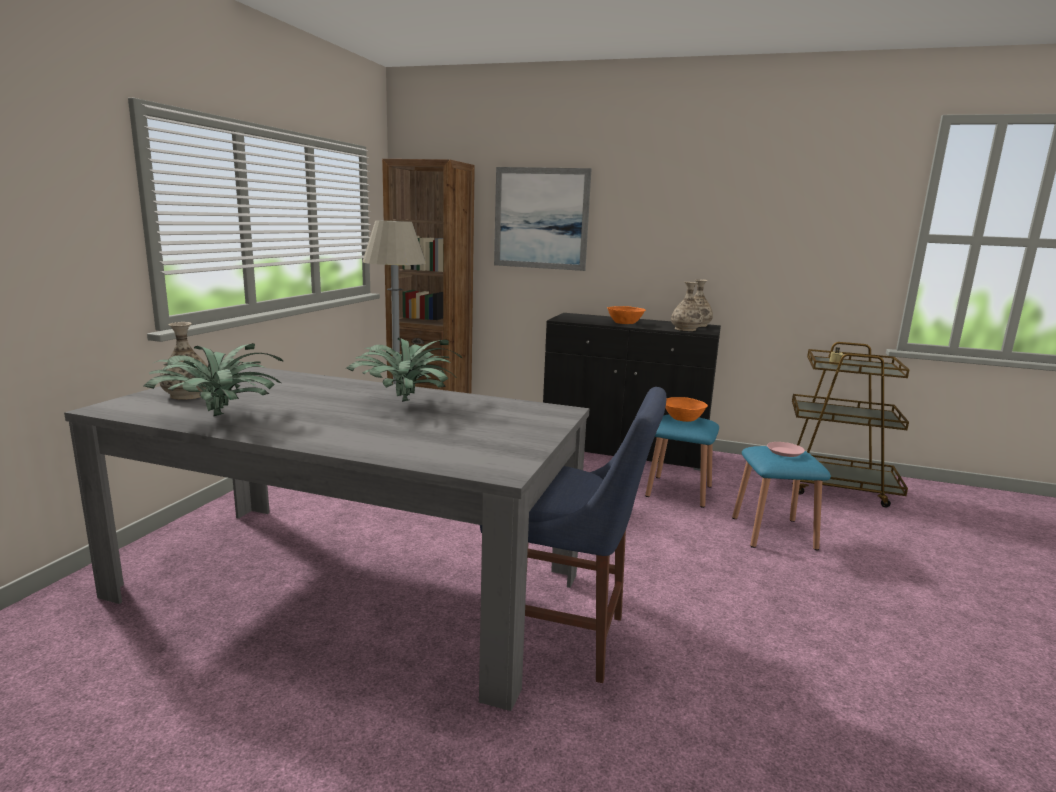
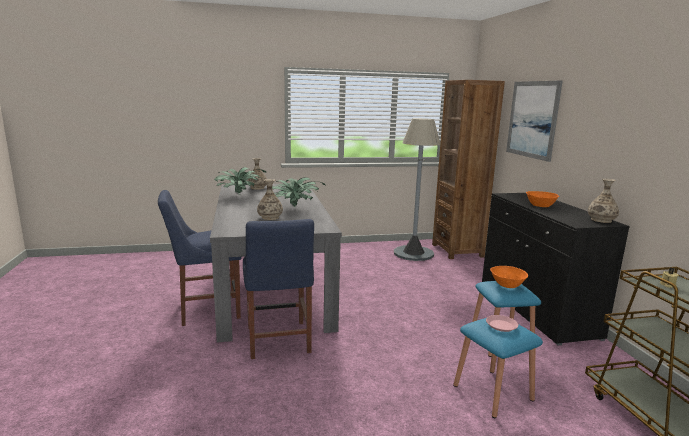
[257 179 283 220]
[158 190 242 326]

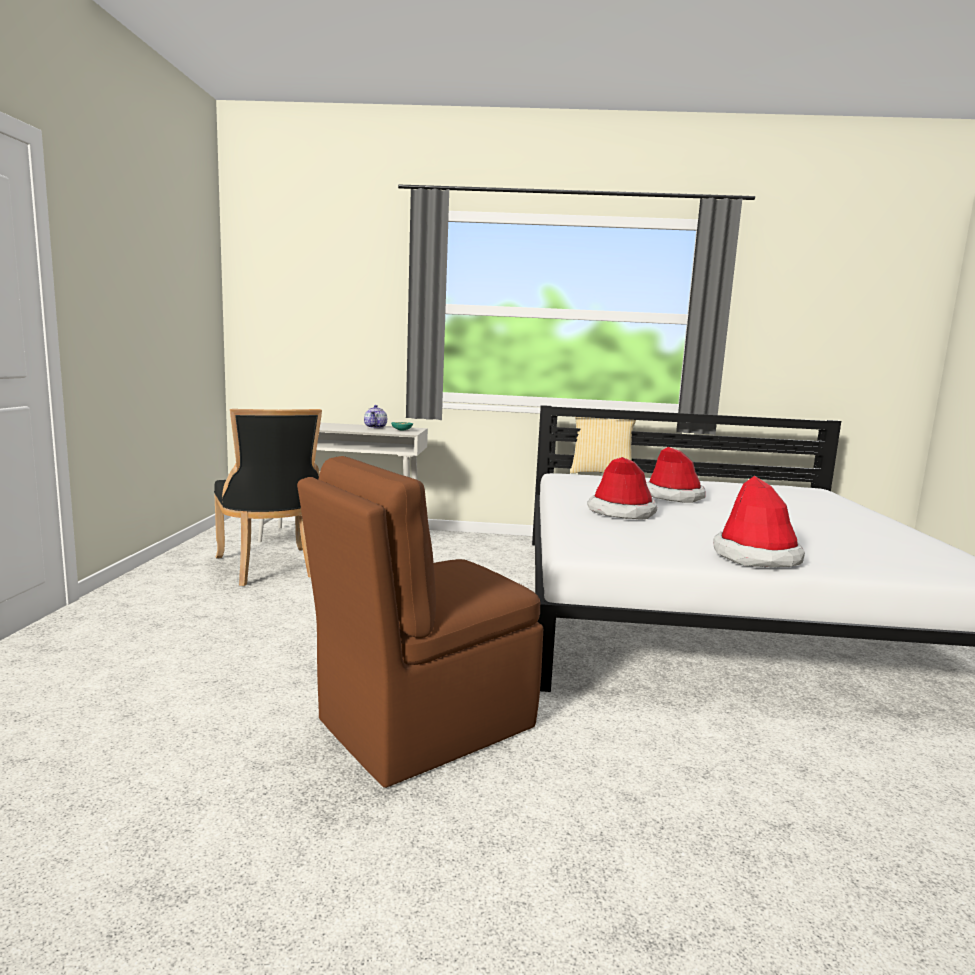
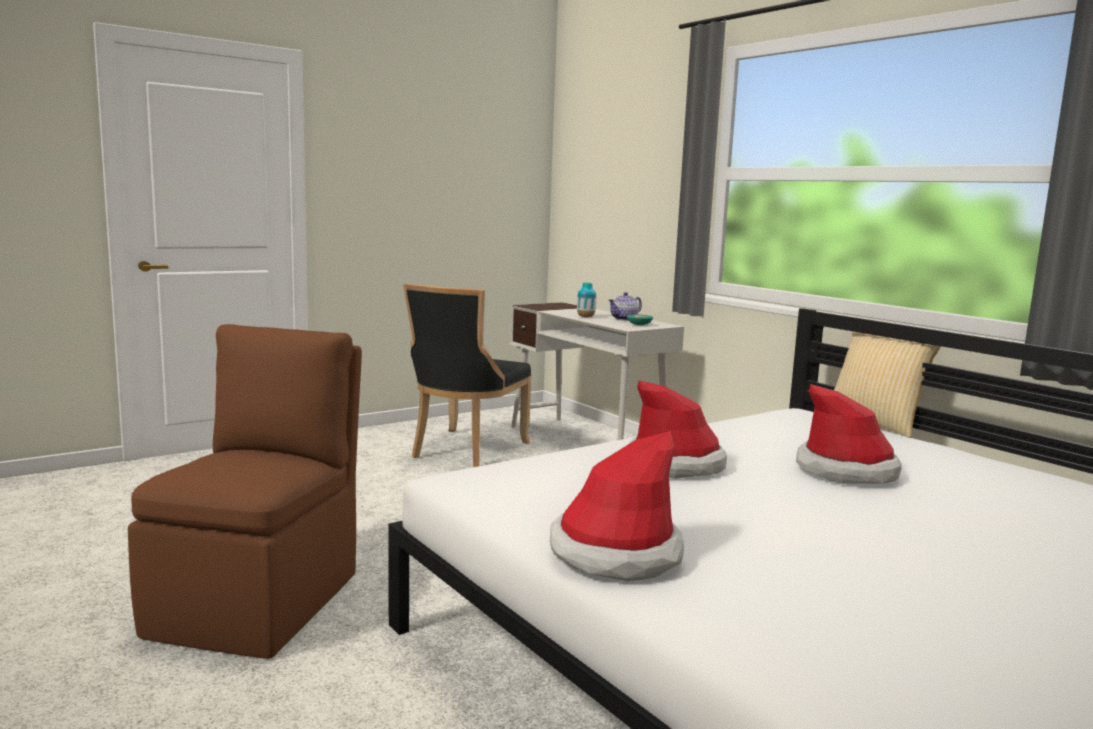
[128 324 362 659]
[577 282 596 317]

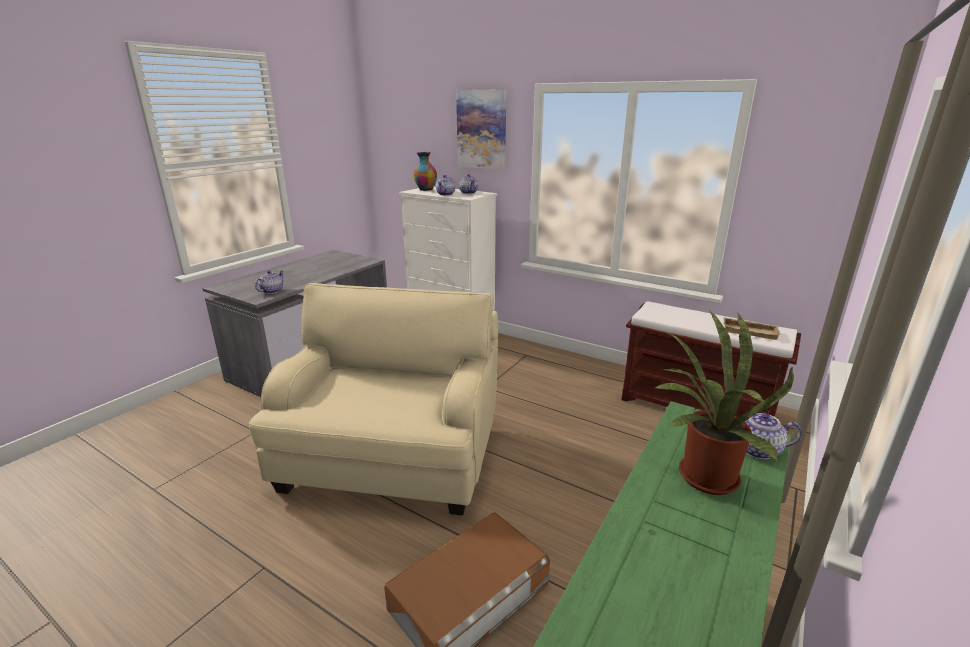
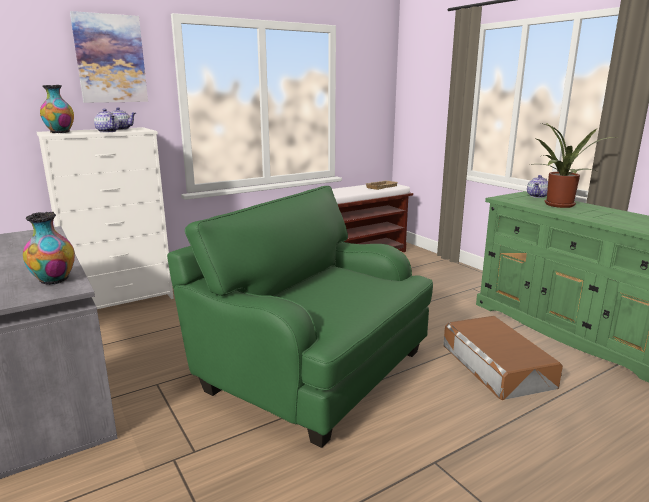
[167 186 433 448]
[23 212 75 285]

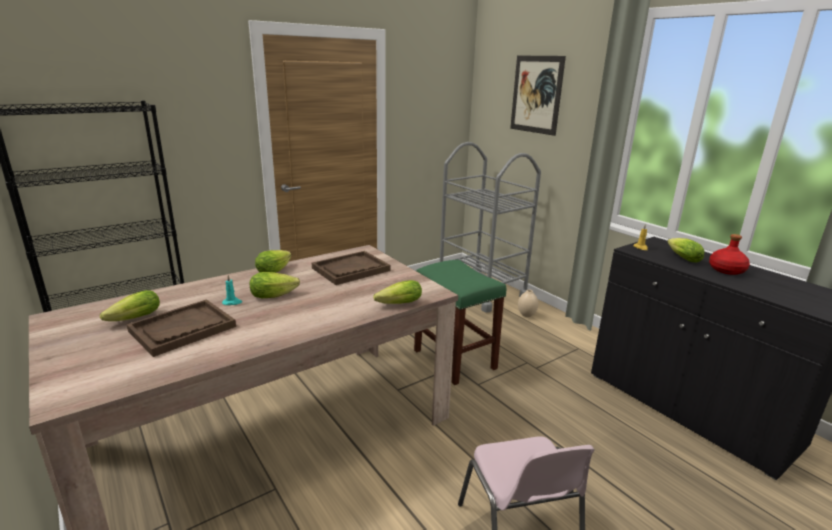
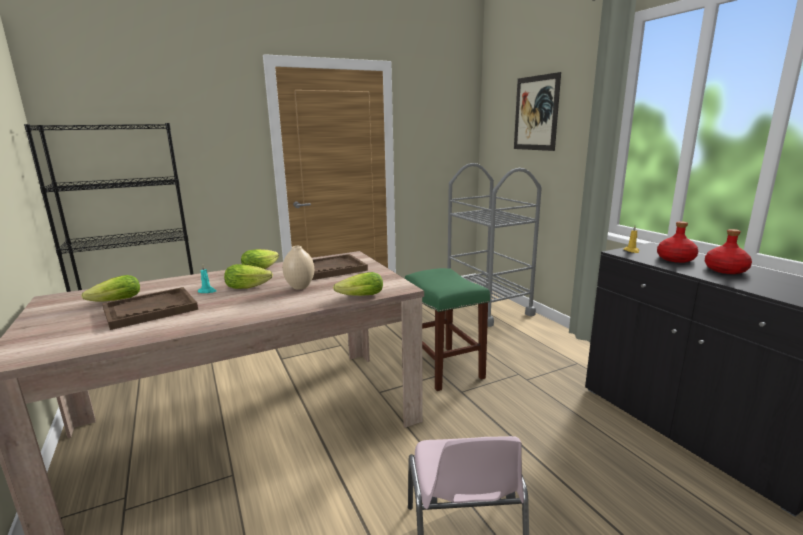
[283 246 314 289]
[657 221 698 263]

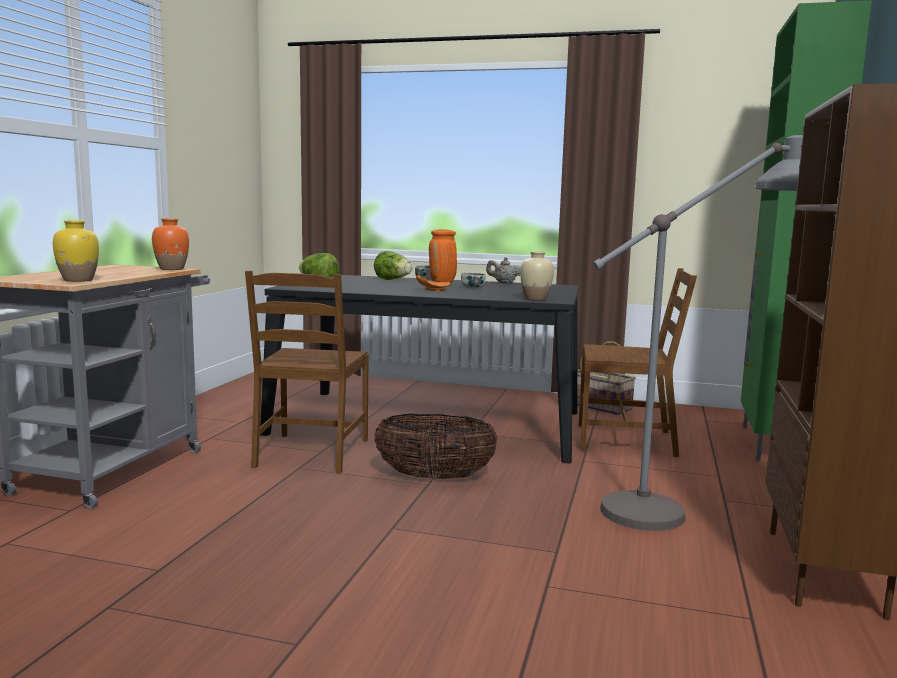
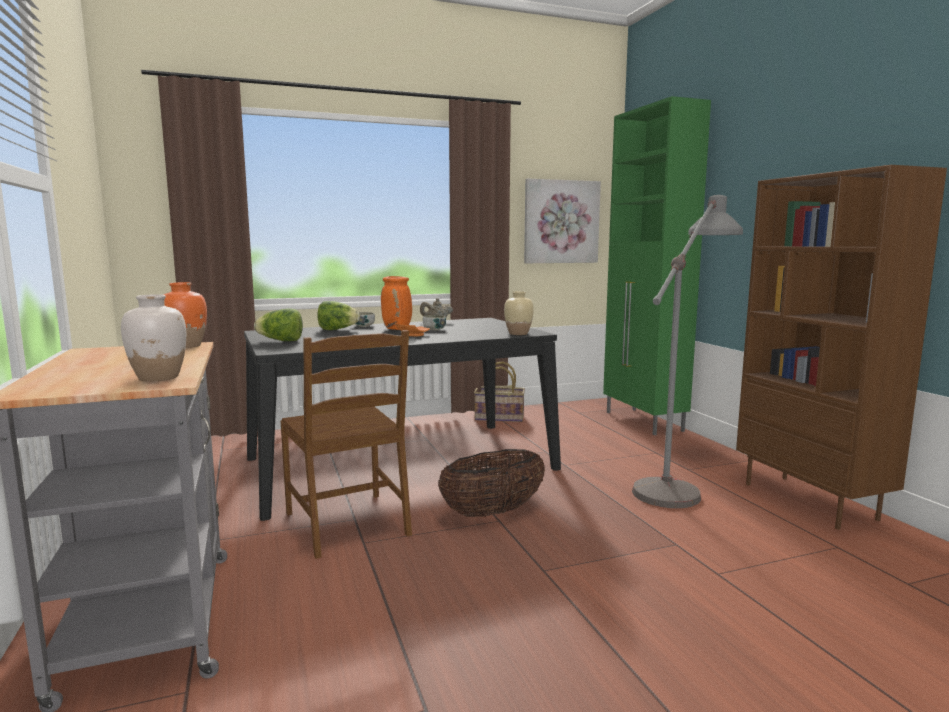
[121 294 186 382]
[579 268 697 457] (first image)
[524 179 601 263]

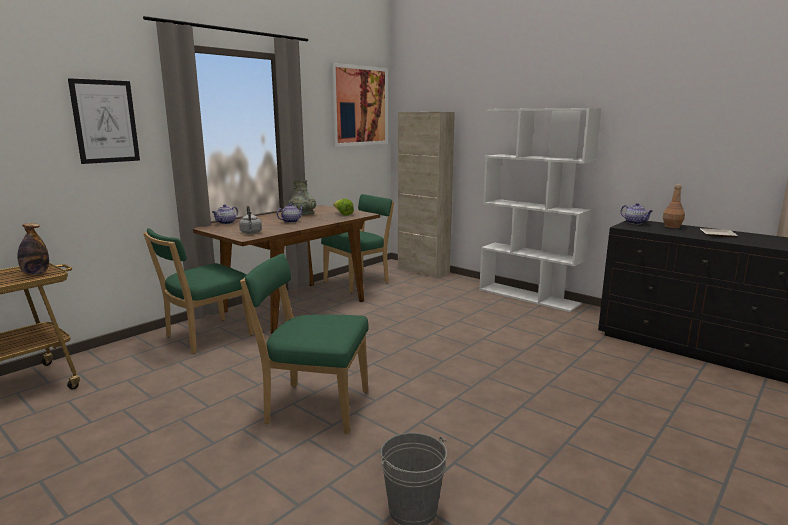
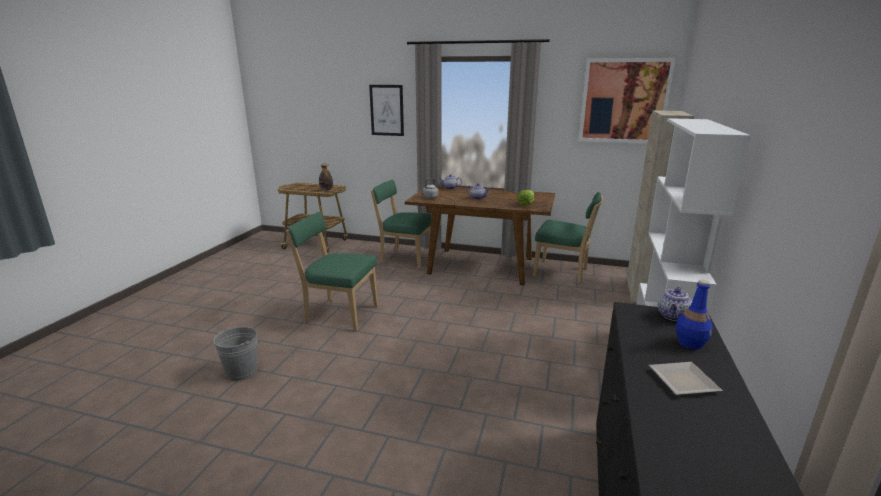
[286 212 378 331]
[288 180 316 215] (first image)
[675 280 713 350]

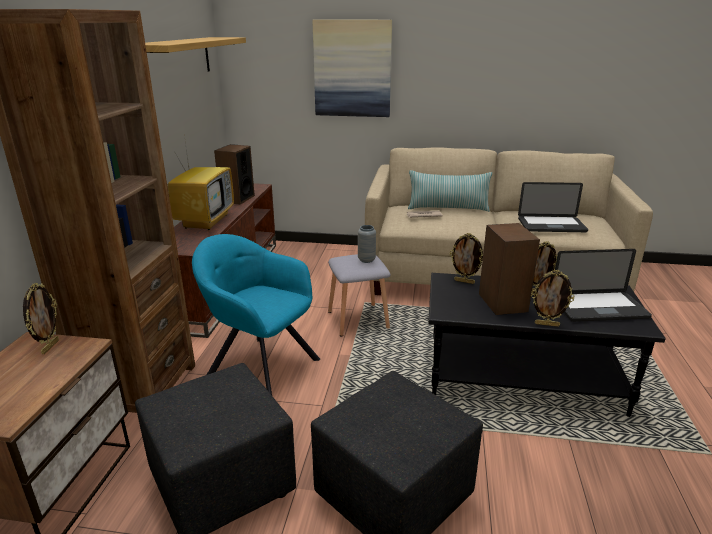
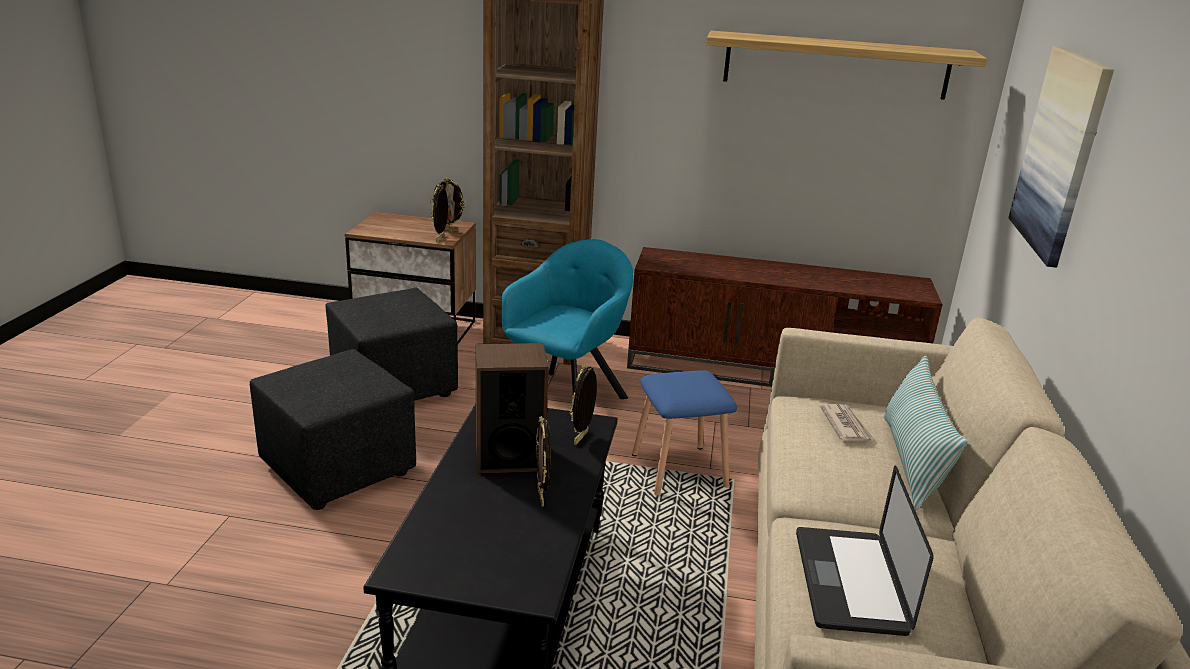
[167 142 234 230] (first image)
[214 144 255 205] (first image)
[632 370 737 496]
[358 225 376 263] (first image)
[431 184 448 242]
[555 249 652 322] (first image)

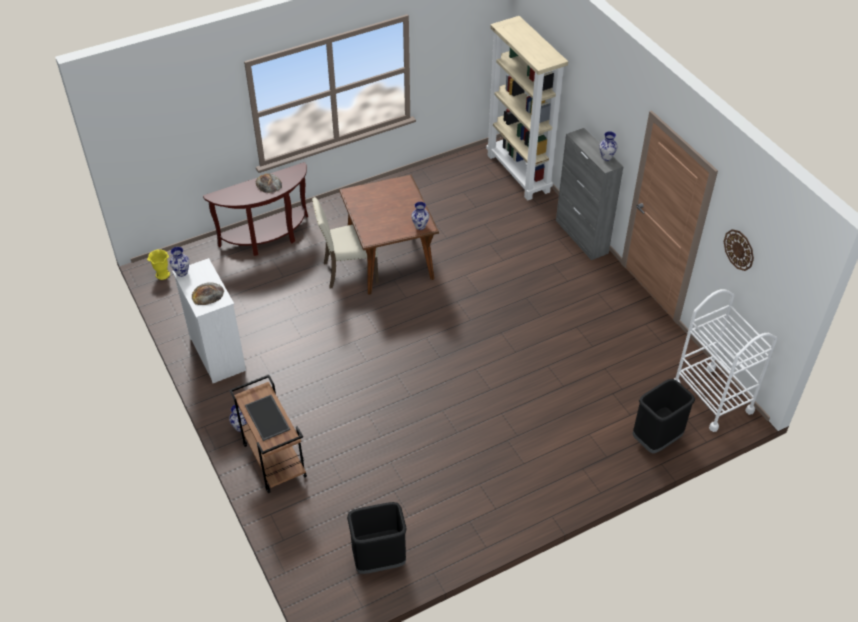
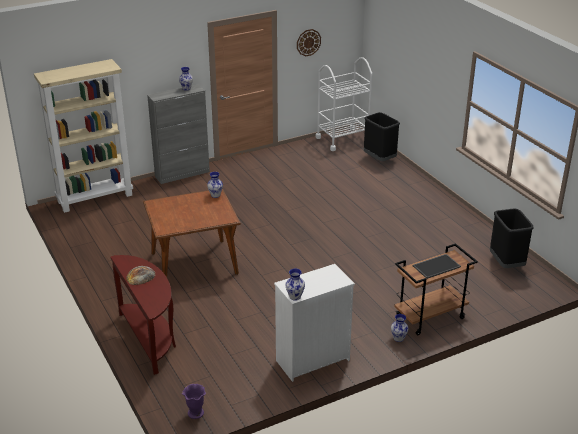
[182 384 206 419]
[192 282 224 305] (first image)
[312 197 379 288] (first image)

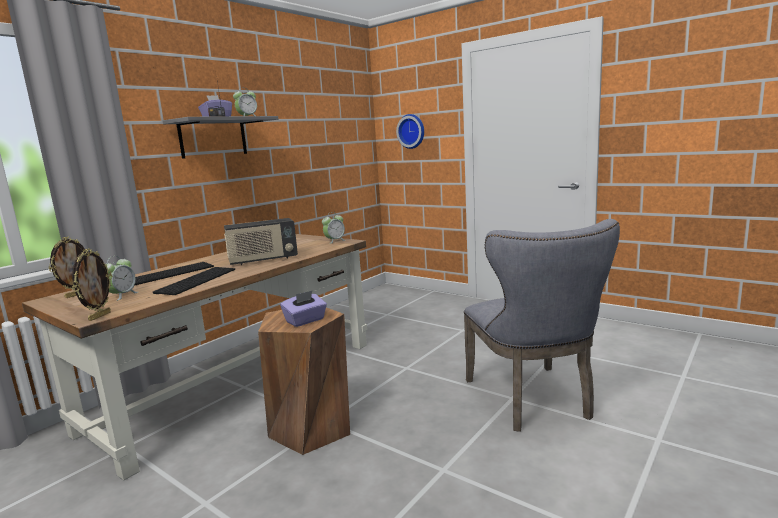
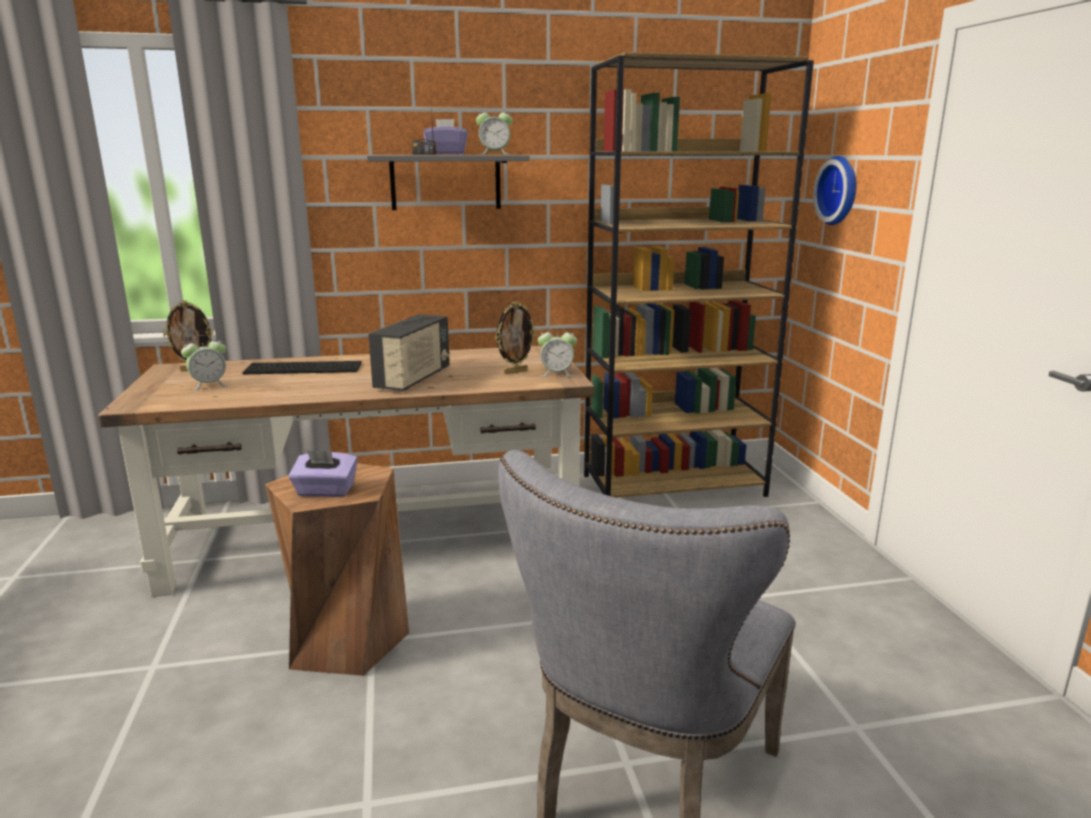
[495 301 536 374]
[153 267 235 295] (first image)
[368 314 450 391]
[584 52 814 498]

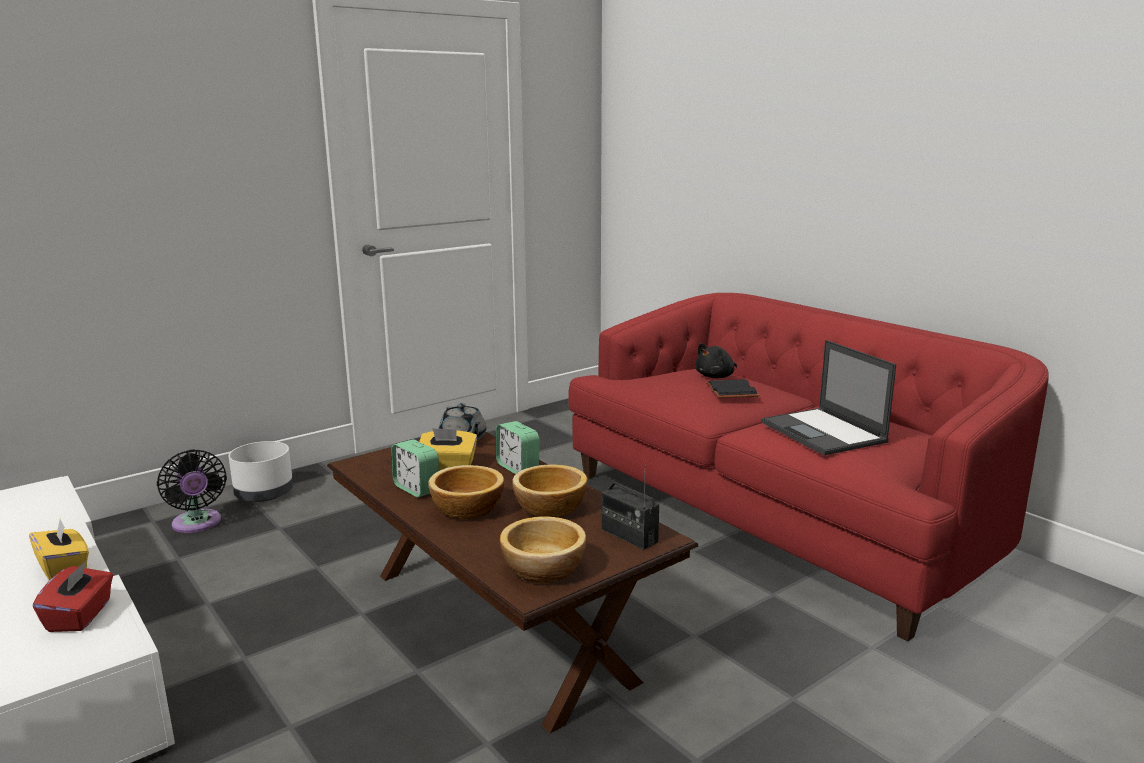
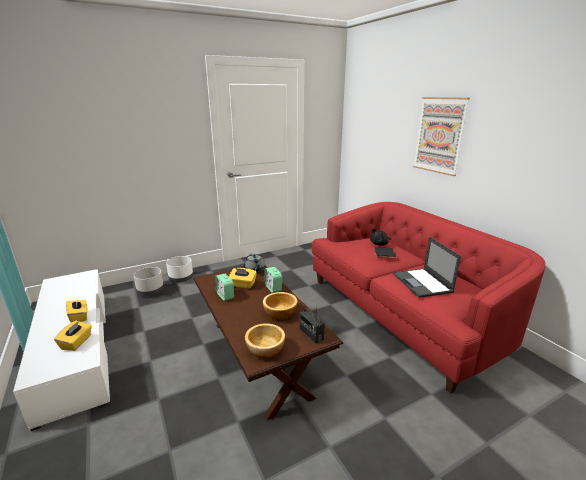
[54 321 92 351]
[134 267 164 296]
[428 465 504 519] (first image)
[413 97 470 176]

